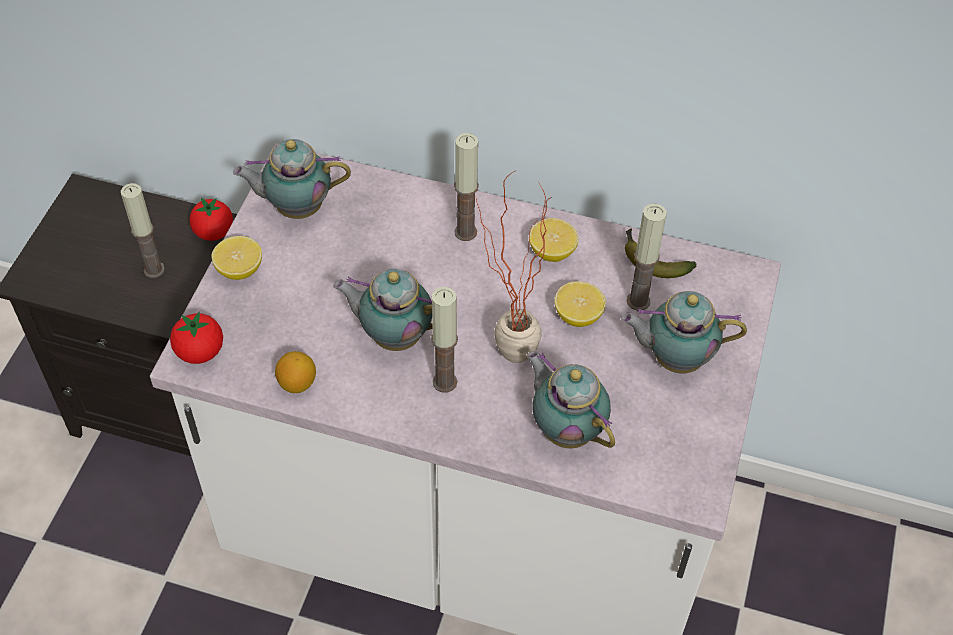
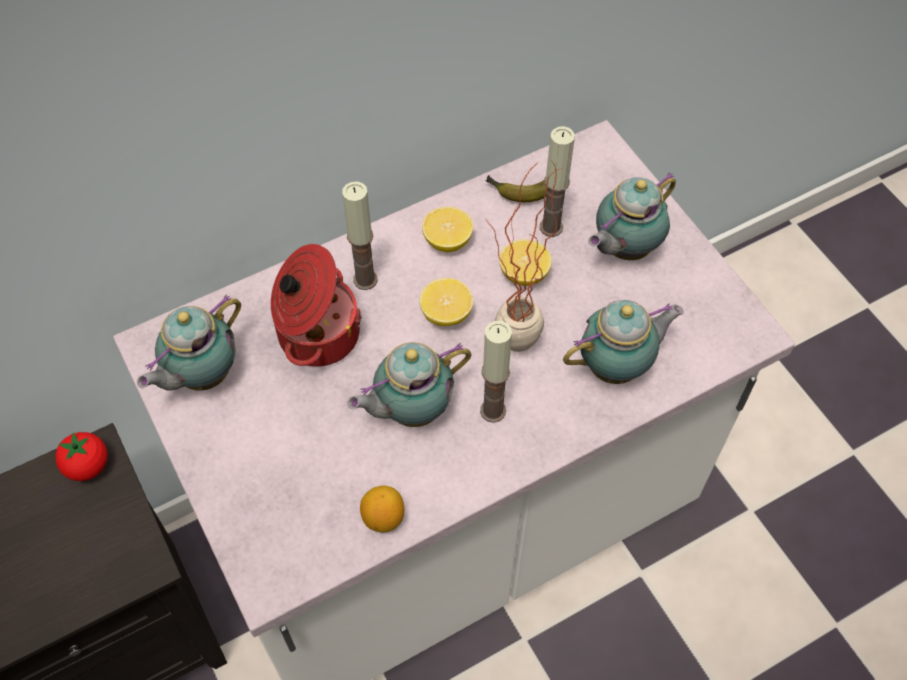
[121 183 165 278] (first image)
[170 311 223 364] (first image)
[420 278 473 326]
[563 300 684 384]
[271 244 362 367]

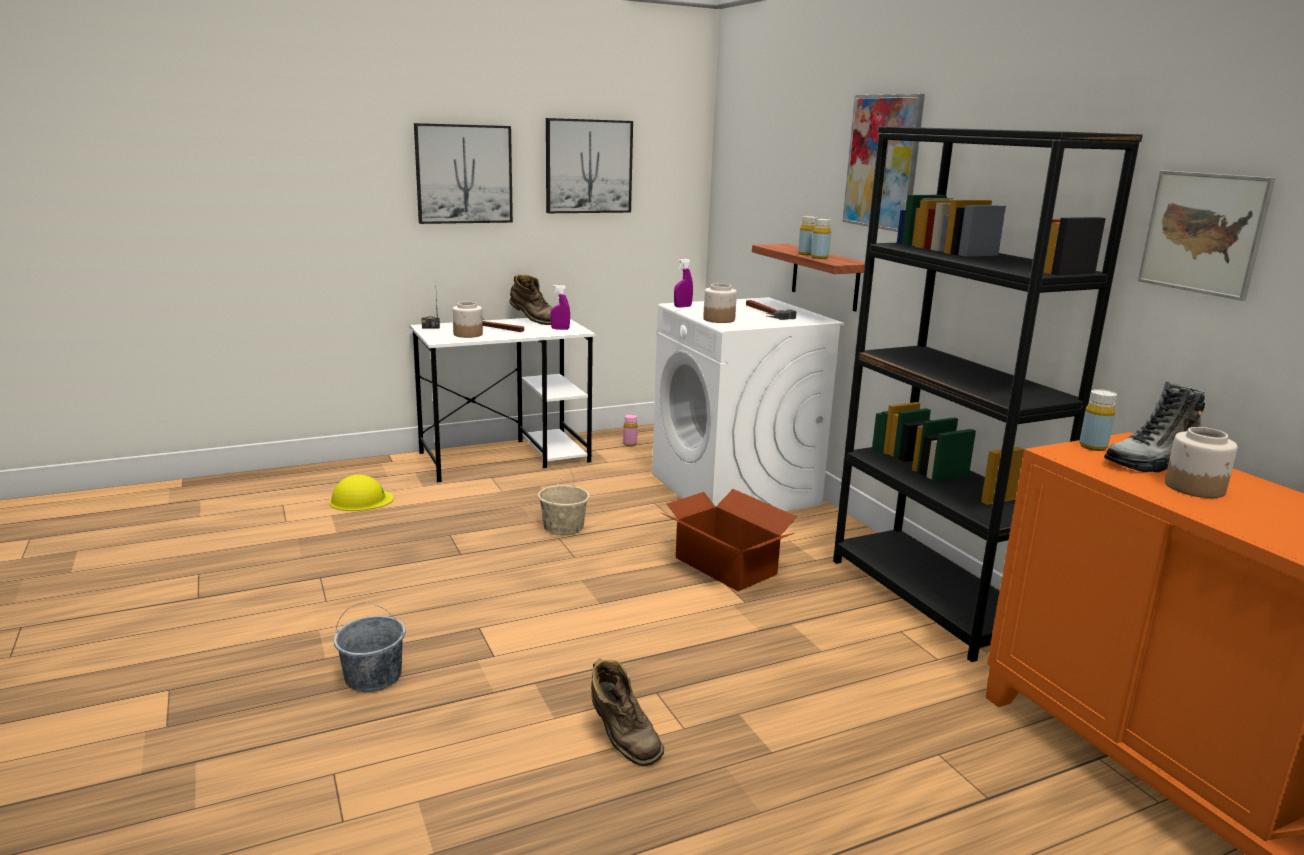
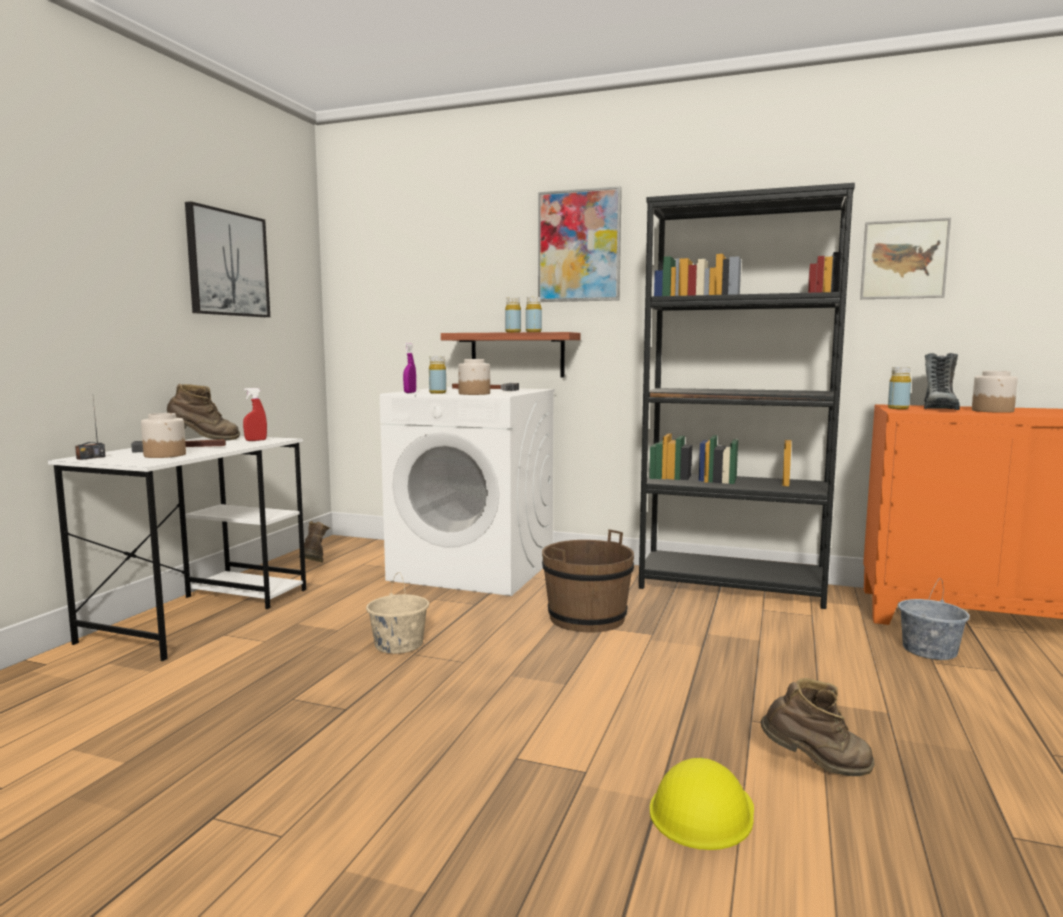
[650 758 754 850]
[898 578 970 660]
[414 123 513 224] (first image)
[243 388 267 441]
[299 521 331 562]
[542 529 634 633]
[429 356 446 394]

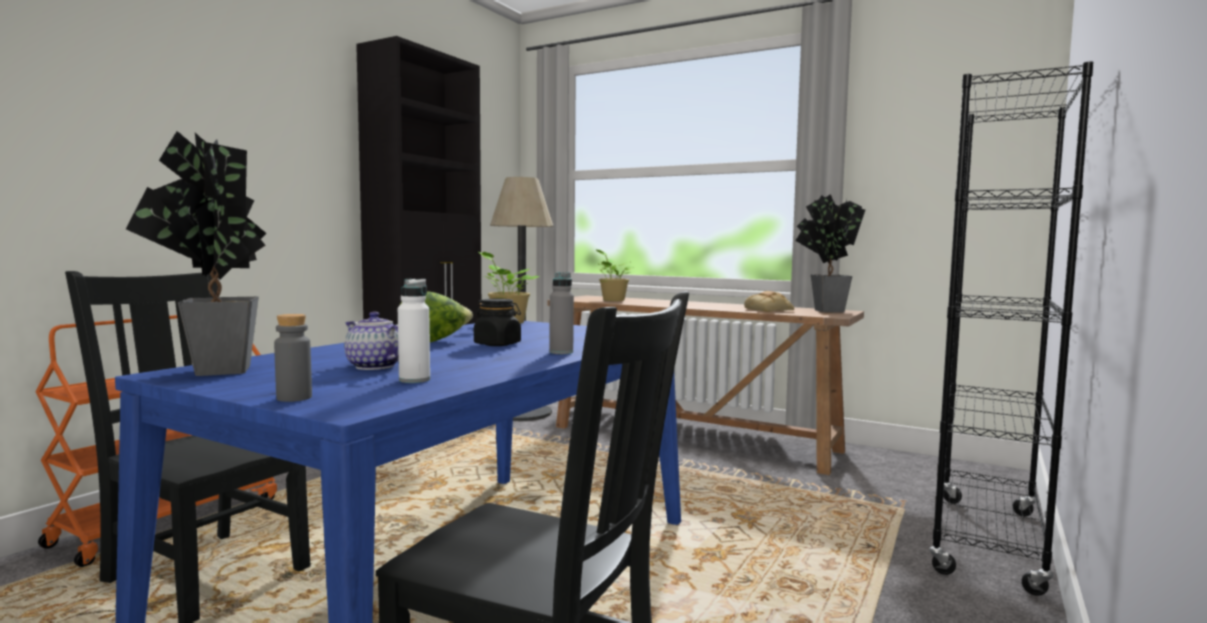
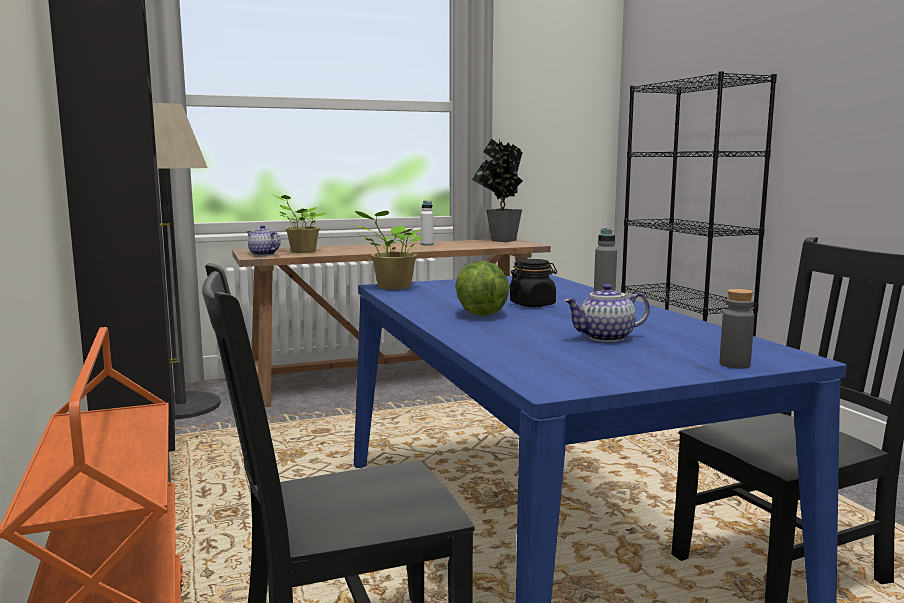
[126 131 267 376] (first image)
[420 200 434 246]
[744 291 794 312] (first image)
[247 225 281 256]

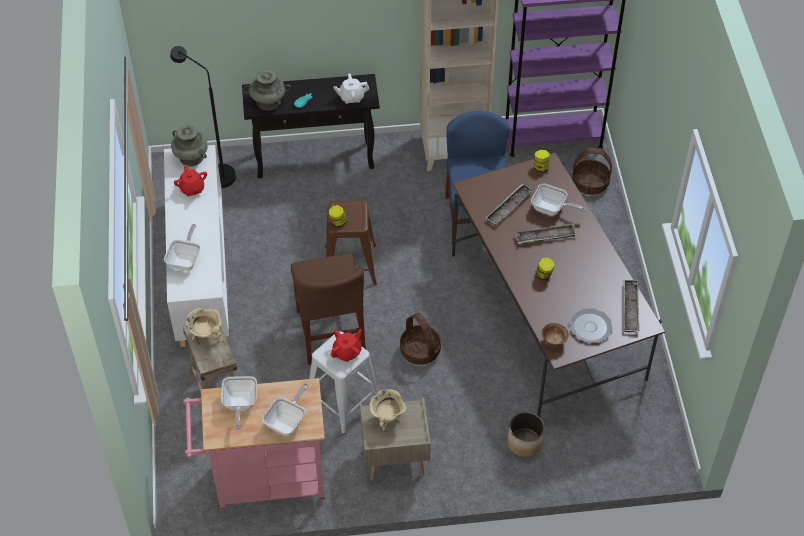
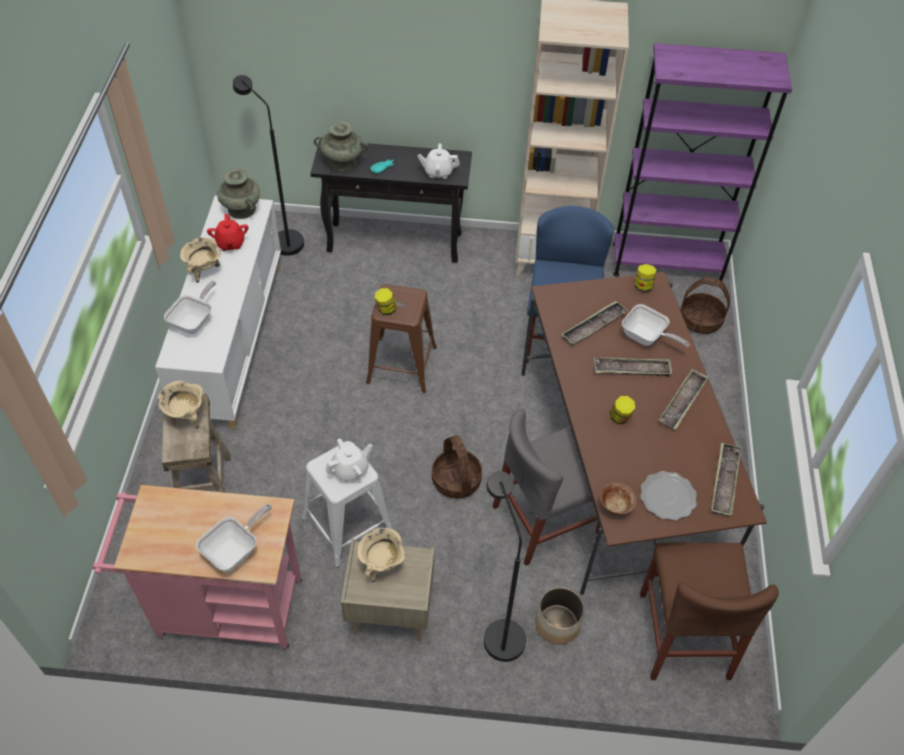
[221 376 257 430] (first image)
[640 543 779 680]
[326 438 373 482]
[180 237 221 283]
[484 471 526 662]
[493 409 600 566]
[659 369 708 429]

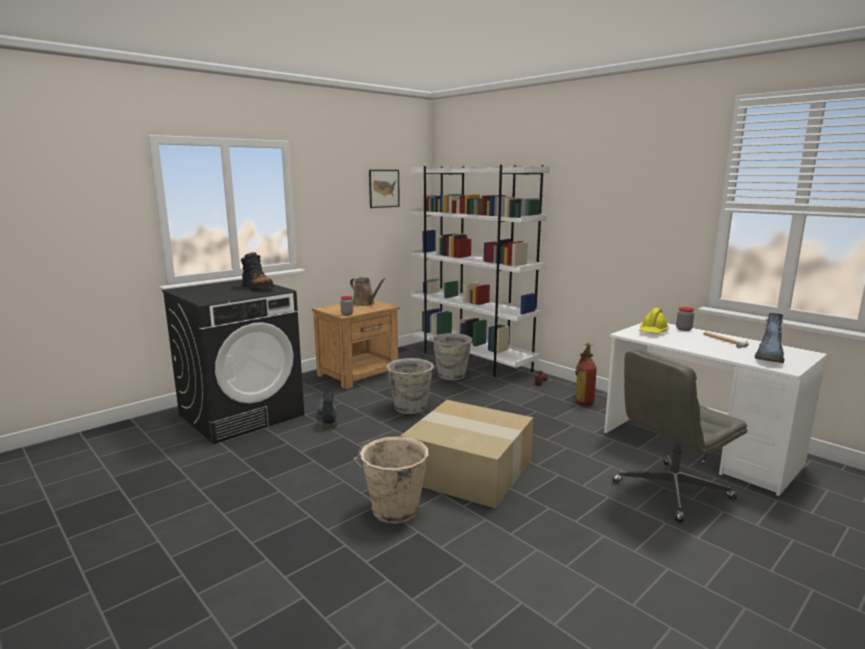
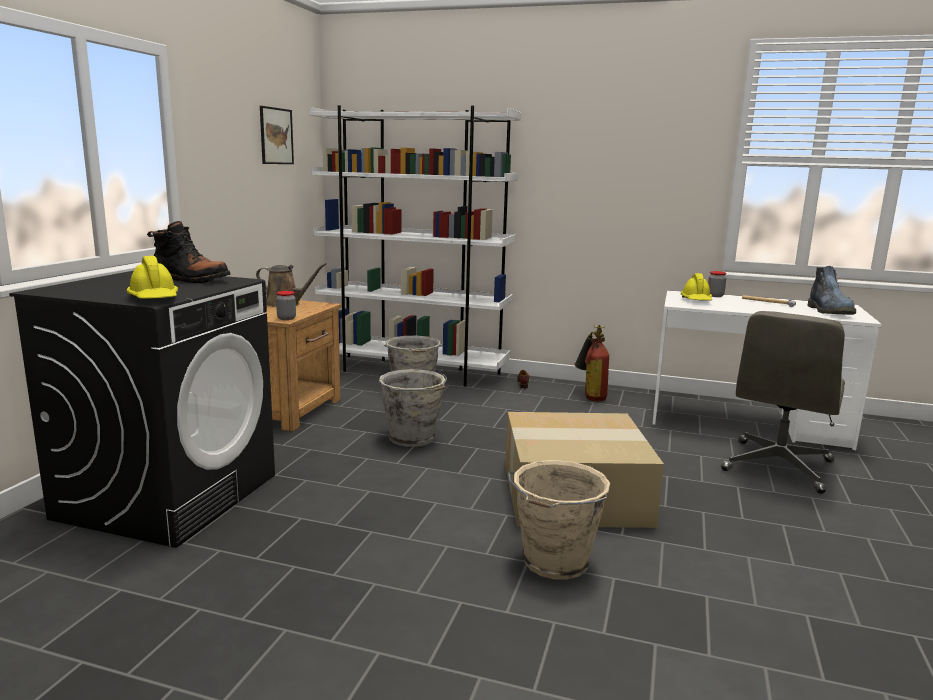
[317 390 337 430] (first image)
[126 256 178 299]

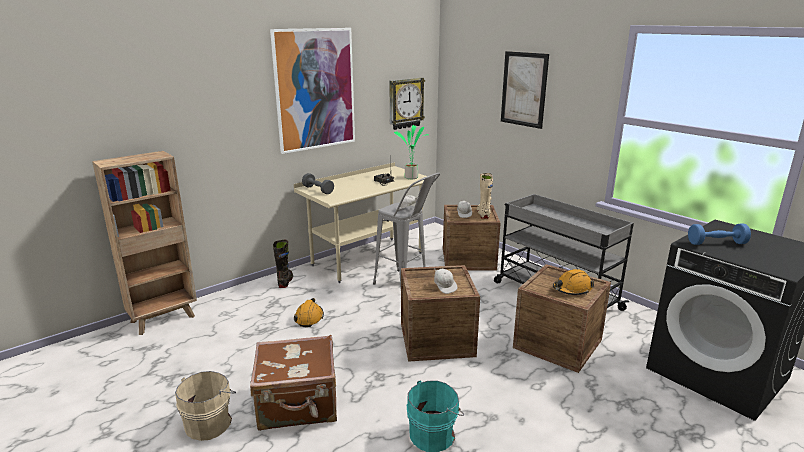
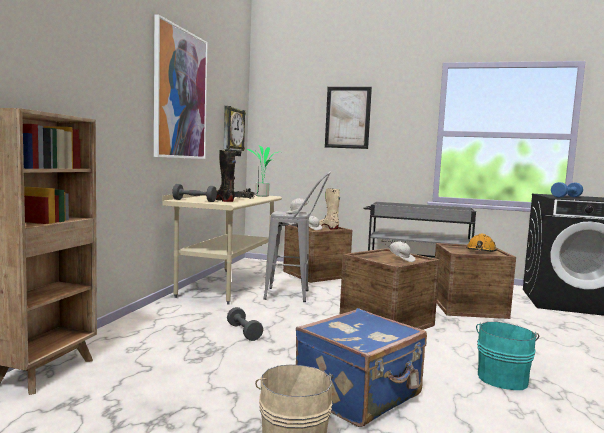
[296 308 427 427]
[216 150 236 202]
[227 307 263 341]

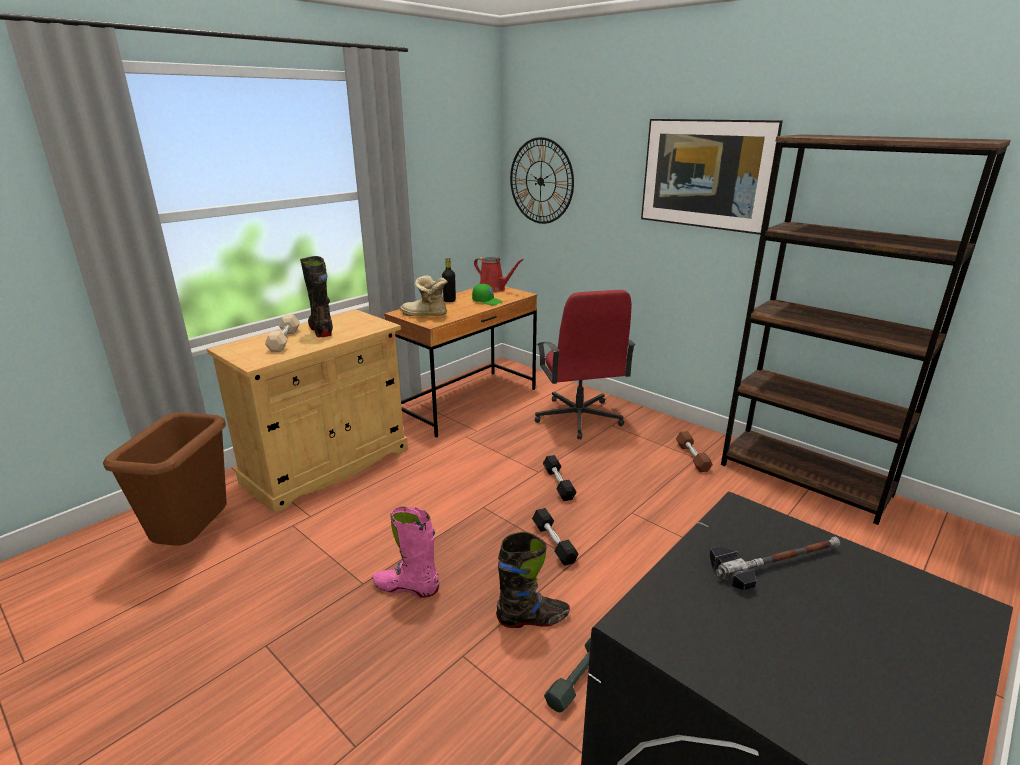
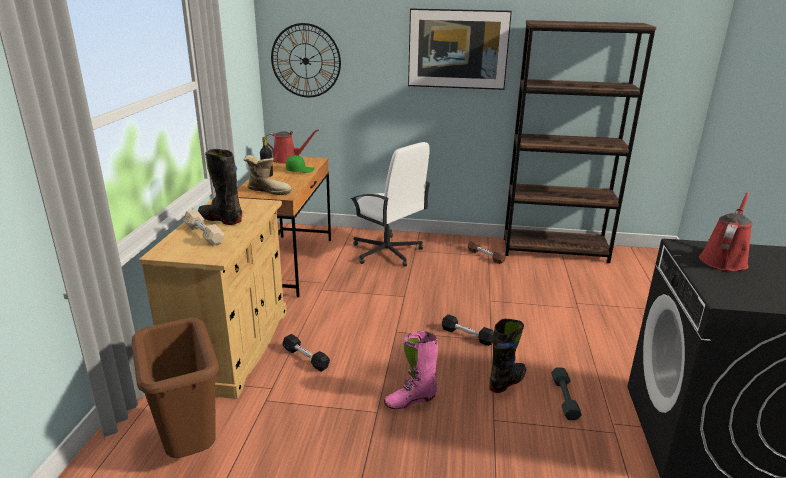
[244 155 292 195]
[351 142 431 266]
[282 334 330 372]
[699 192 752 271]

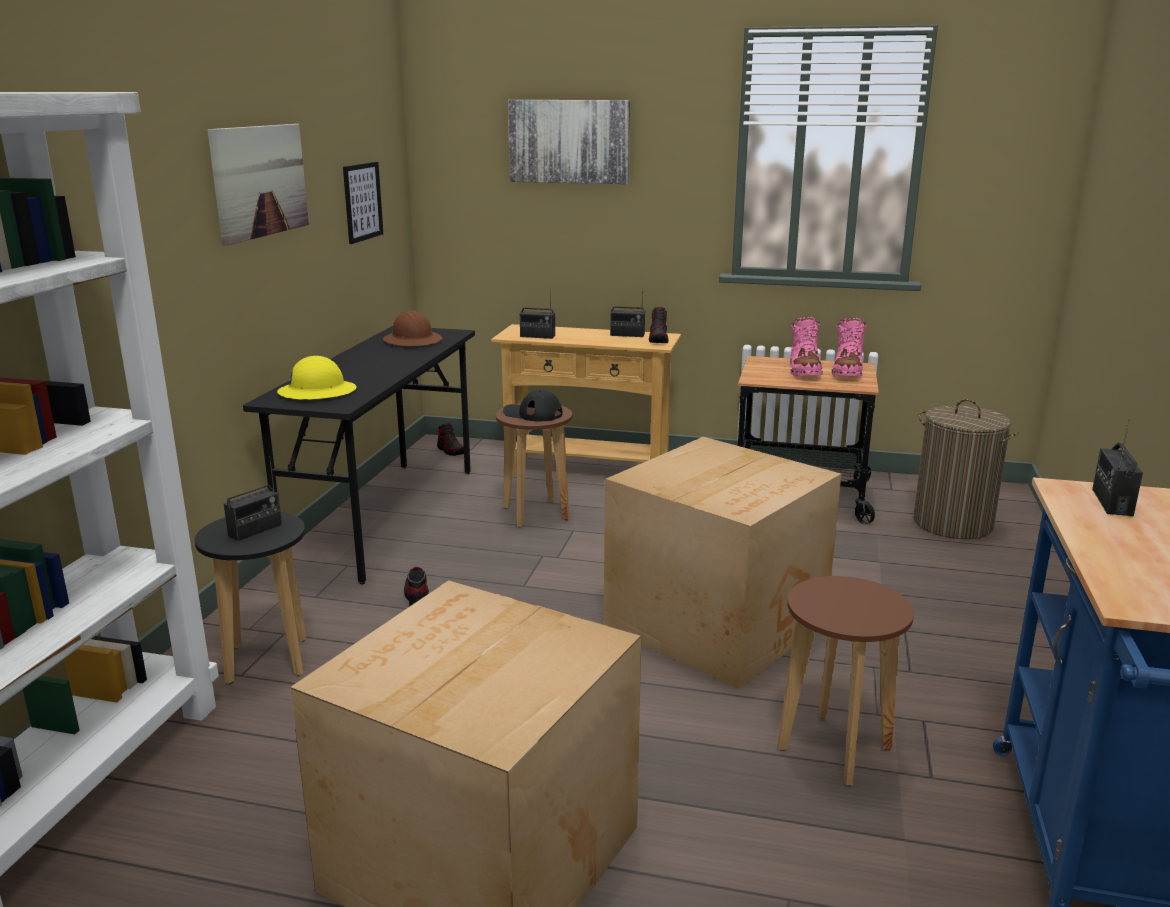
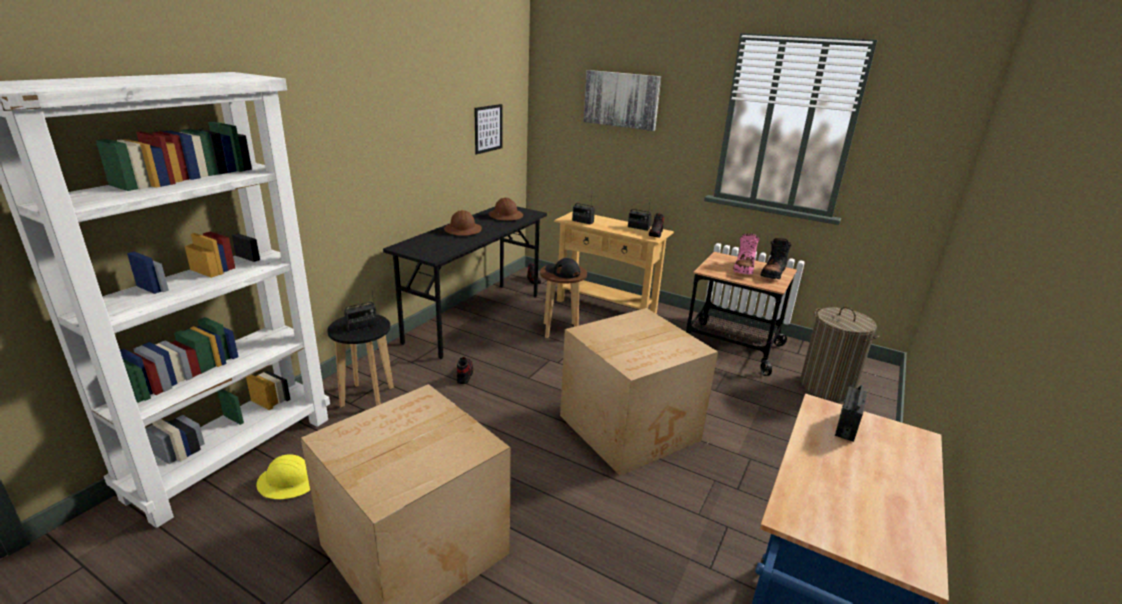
[207 124 309 246] (first image)
[256 454 310 499]
[777 576 914 786] (first image)
[761 238 792 279]
[444 210 482 236]

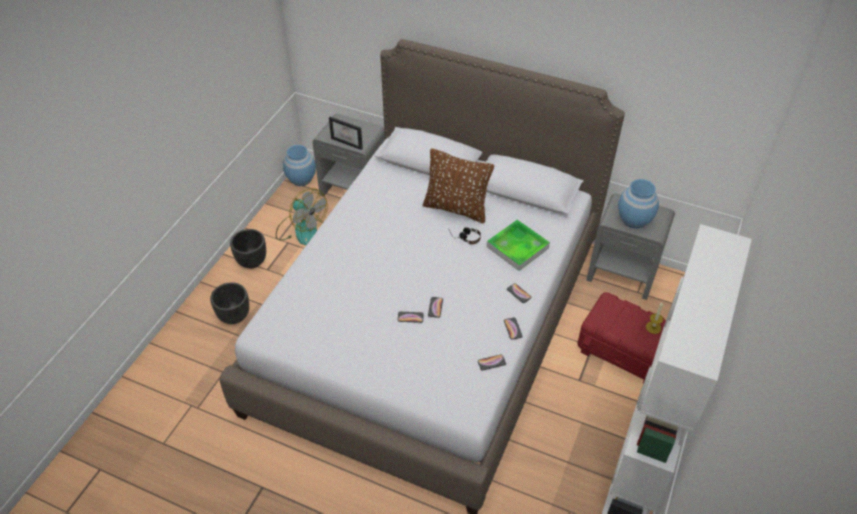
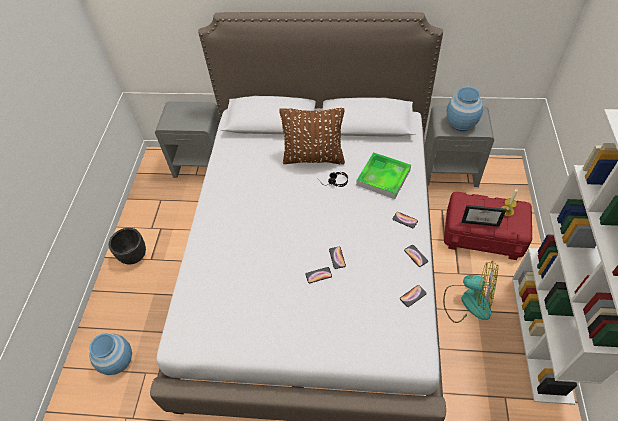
[210 282 249 324] (first image)
[443 261 498 323]
[89 333 132 375]
[461 205 506 227]

